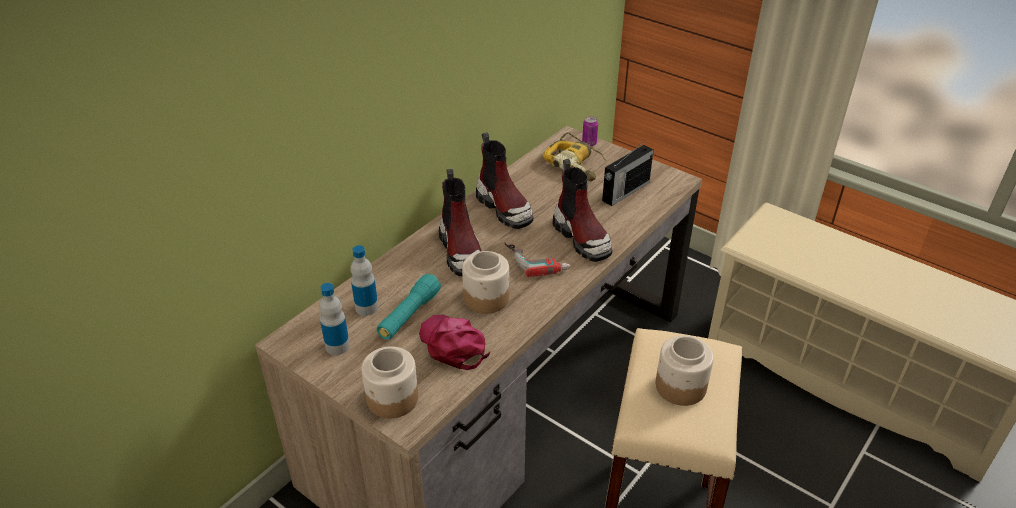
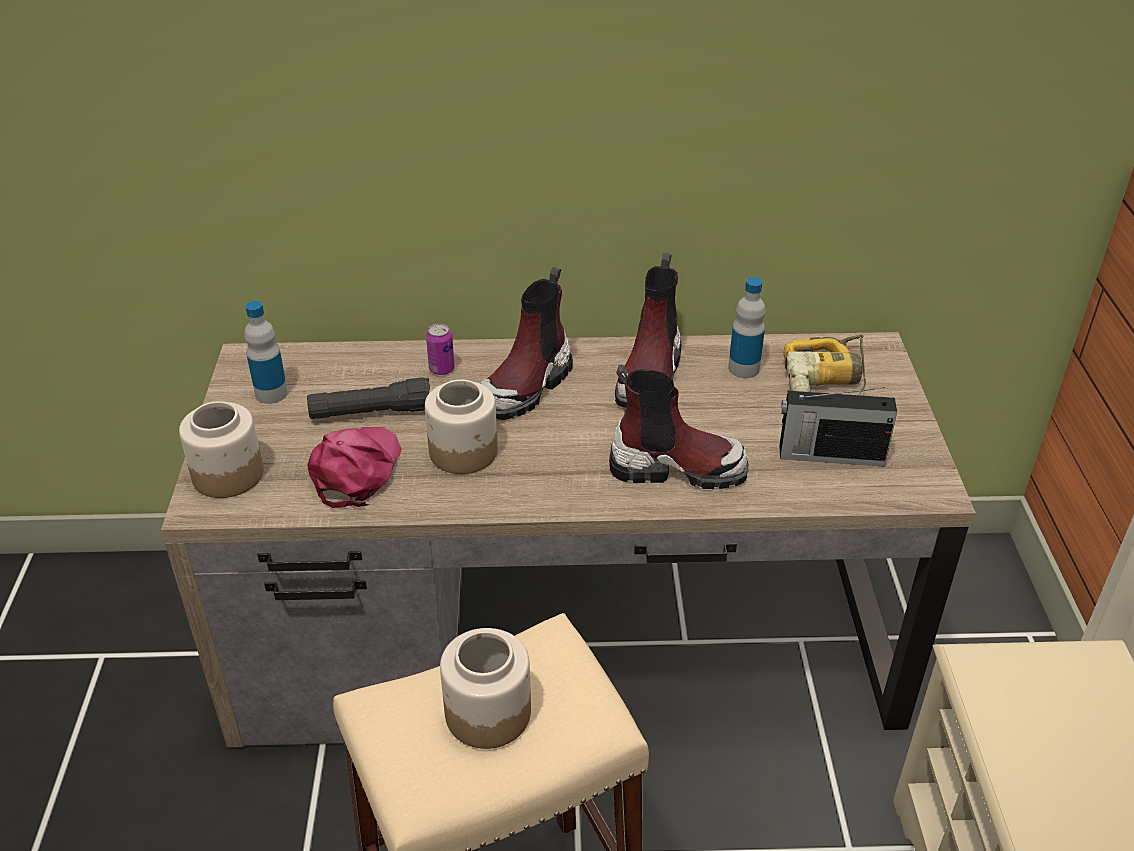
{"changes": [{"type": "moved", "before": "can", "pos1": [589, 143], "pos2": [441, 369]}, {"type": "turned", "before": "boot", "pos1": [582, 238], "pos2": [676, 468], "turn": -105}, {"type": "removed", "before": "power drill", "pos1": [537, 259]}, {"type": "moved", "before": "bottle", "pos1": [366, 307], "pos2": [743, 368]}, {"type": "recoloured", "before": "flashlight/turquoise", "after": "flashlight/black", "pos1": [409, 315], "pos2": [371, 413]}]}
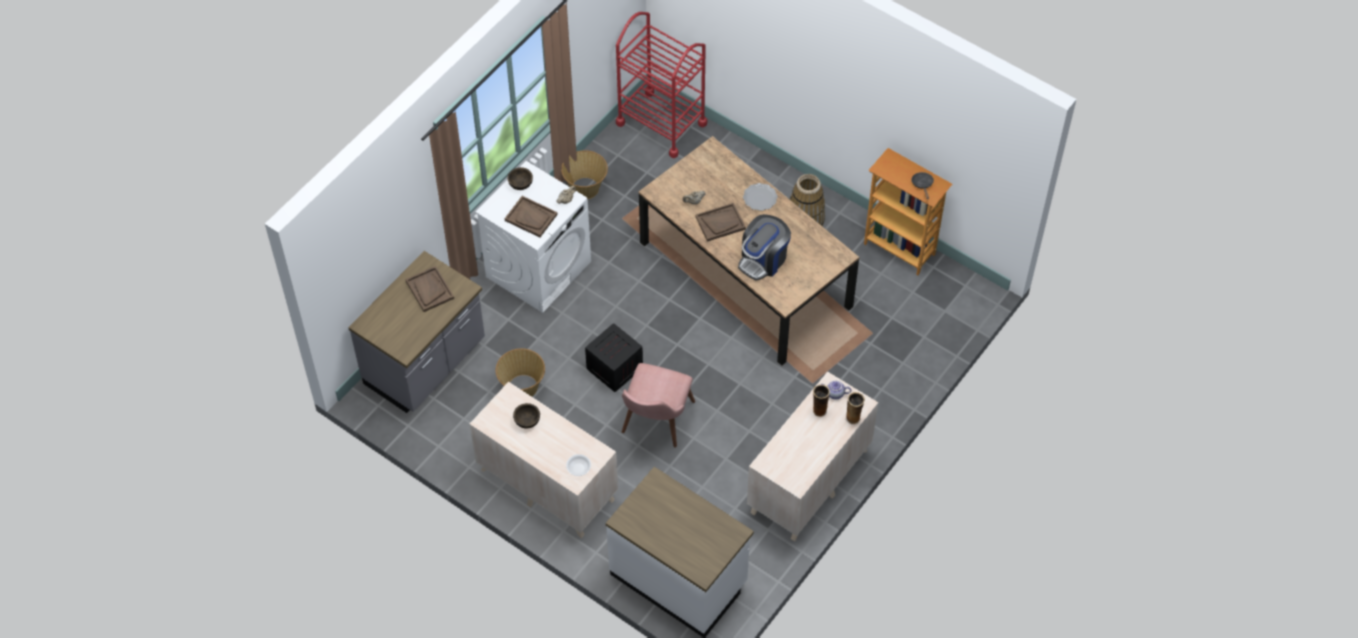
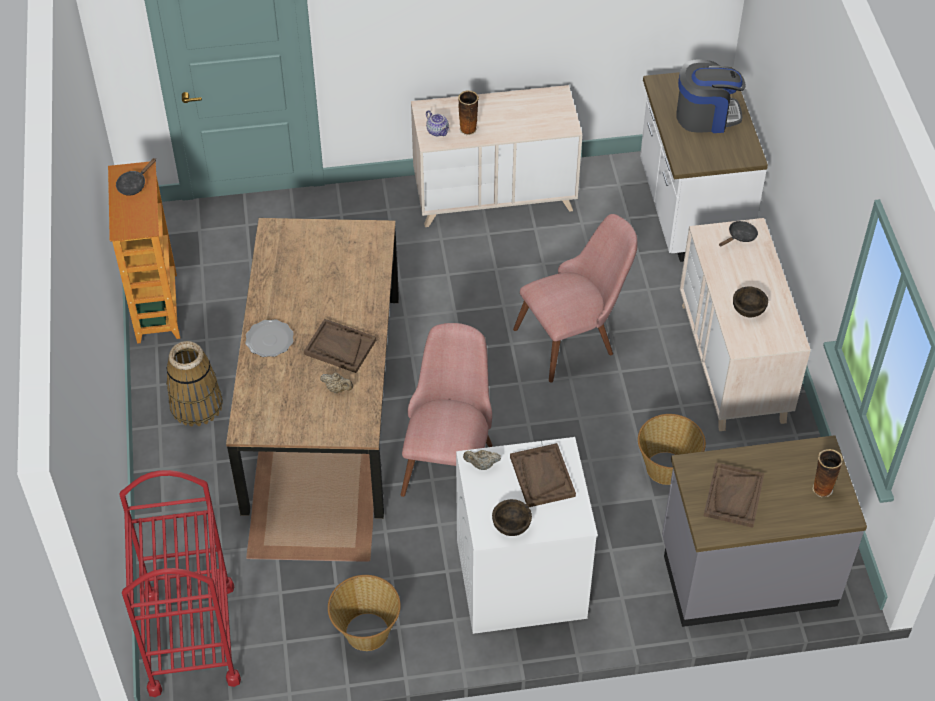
{"changes": [{"type": "moved", "before": "coffee machine", "pos1": [763, 259], "pos2": [706, 116]}, {"type": "removed", "before": "crate", "pos1": [614, 367]}, {"type": "moved", "before": "vase", "pos1": [853, 418], "pos2": [821, 488]}, {"type": "replaced", "before": "bowl", "after": "frying pan/black", "pos1": [578, 468], "pos2": [740, 237]}, {"type": "added", "after": "chair/pink", "pos2": [450, 458]}]}
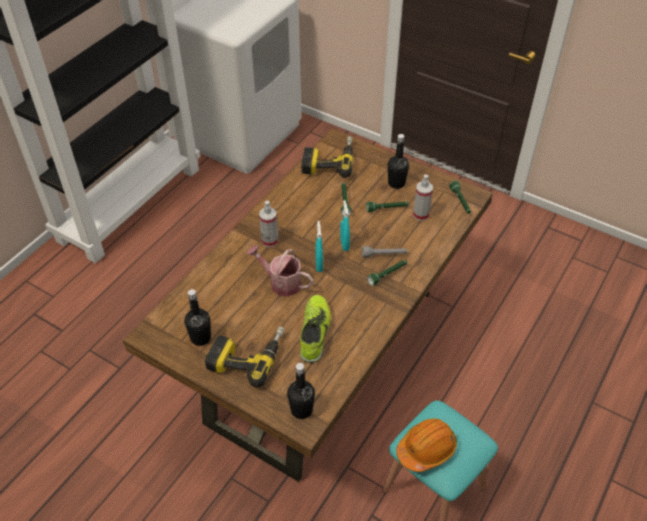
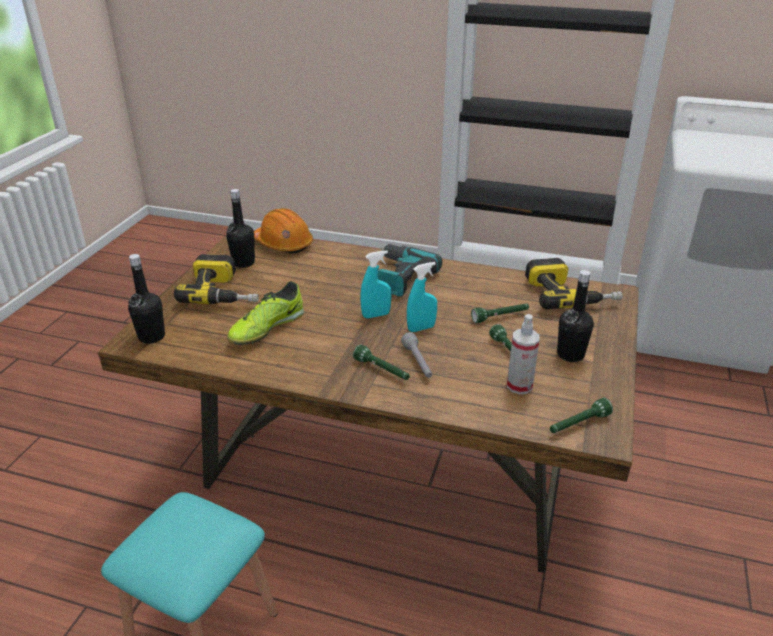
{"changes": [{"type": "replaced", "before": "spray bottle", "after": "power drill", "pos1": [270, 241], "pos2": [399, 277]}, {"type": "removed", "before": "watering can", "pos1": [281, 282]}, {"type": "turned", "before": "shoe", "pos1": [315, 332], "pos2": [266, 328], "turn": 135}, {"type": "moved", "before": "hard hat/orange", "pos1": [426, 449], "pos2": [283, 244]}]}
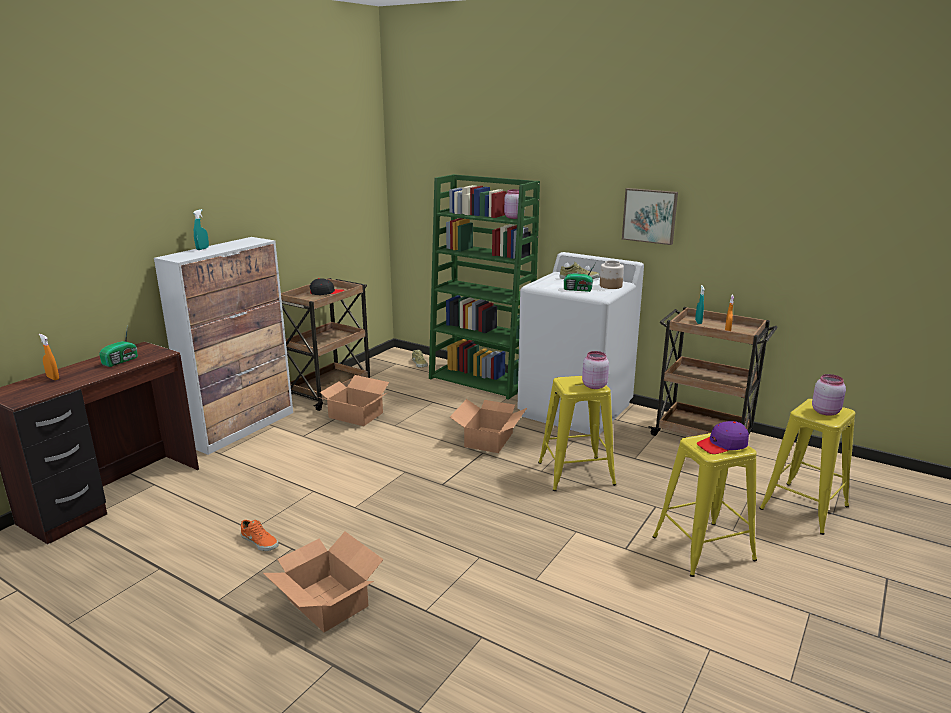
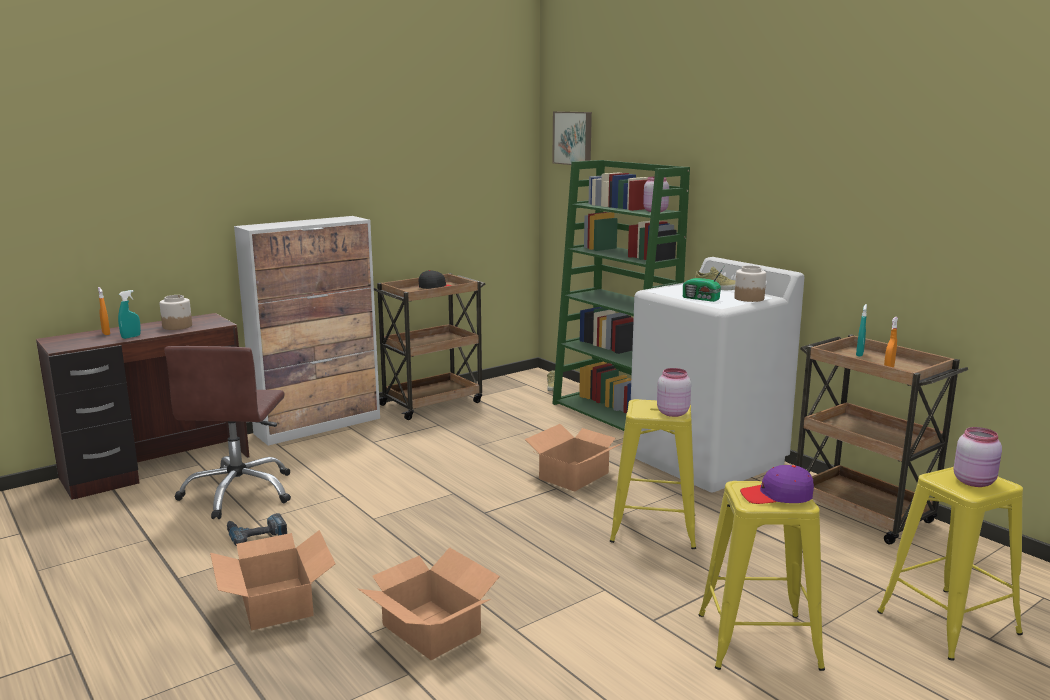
{"changes": [{"type": "moved", "before": "picture", "pos1": [650, 215], "pos2": [573, 138]}, {"type": "moved", "before": "spray bottle/turquoise", "pos1": [202, 249], "pos2": [131, 337]}, {"type": "replaced", "before": "radio", "after": "jar", "pos1": [121, 361], "pos2": [177, 326]}, {"type": "moved", "before": "cardboard box", "pos1": [355, 415], "pos2": [431, 628]}, {"type": "replaced", "before": "shoe/orange", "after": "power drill", "pos1": [260, 541], "pos2": [256, 533]}, {"type": "added", "after": "office chair/brown", "pos2": [239, 493]}]}
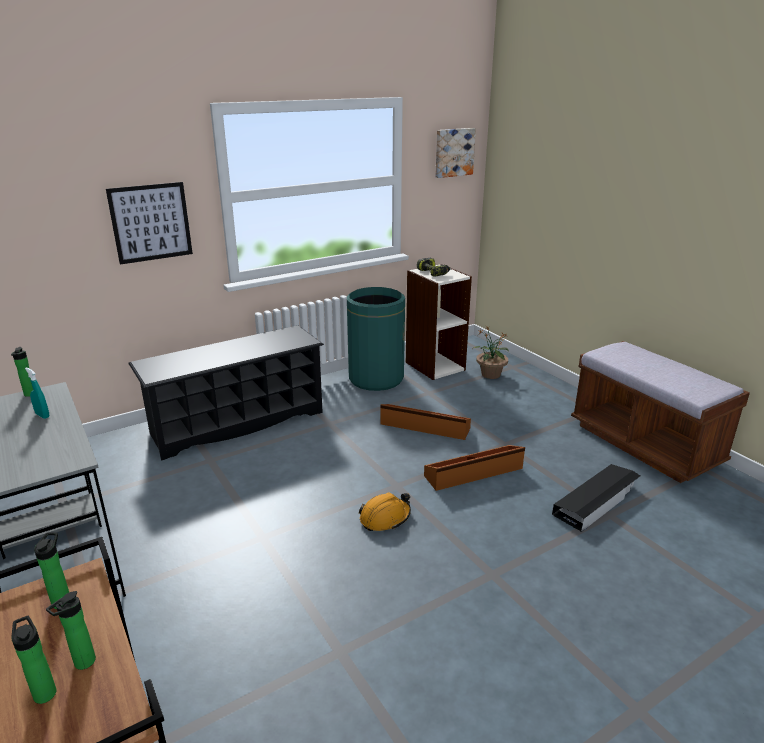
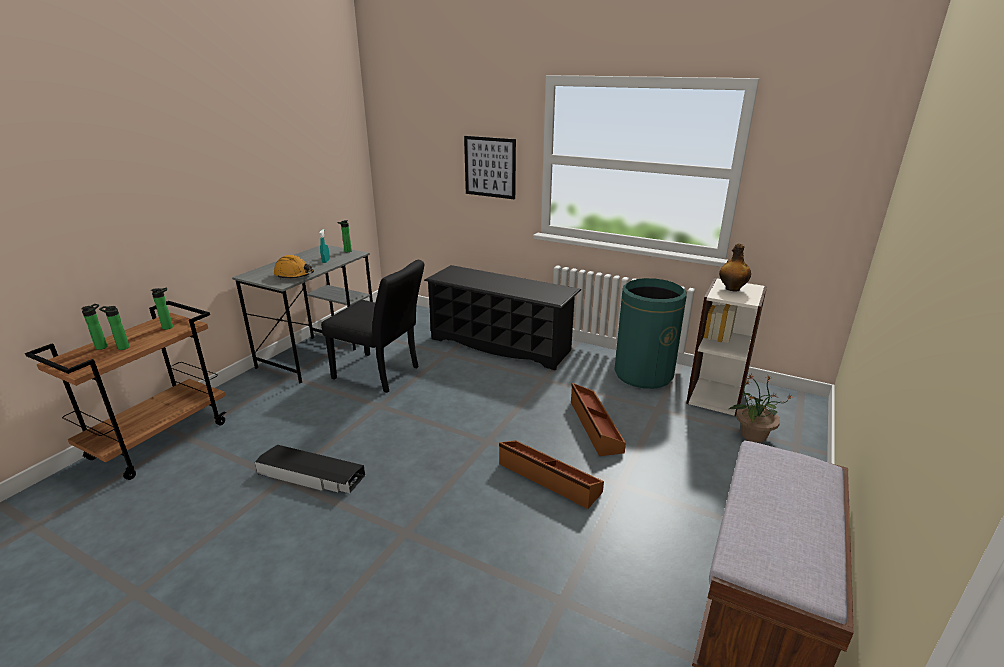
{"changes": [{"type": "removed", "before": "picture", "pos1": [453, 152]}, {"type": "replaced", "before": "power drill", "after": "bottle", "pos1": [433, 273], "pos2": [732, 289]}, {"type": "moved", "before": "storage box/black", "pos1": [596, 501], "pos2": [311, 475]}, {"type": "moved", "before": "hard hat/orange", "pos1": [385, 518], "pos2": [294, 275]}, {"type": "added", "after": "chair/black", "pos2": [381, 374]}]}
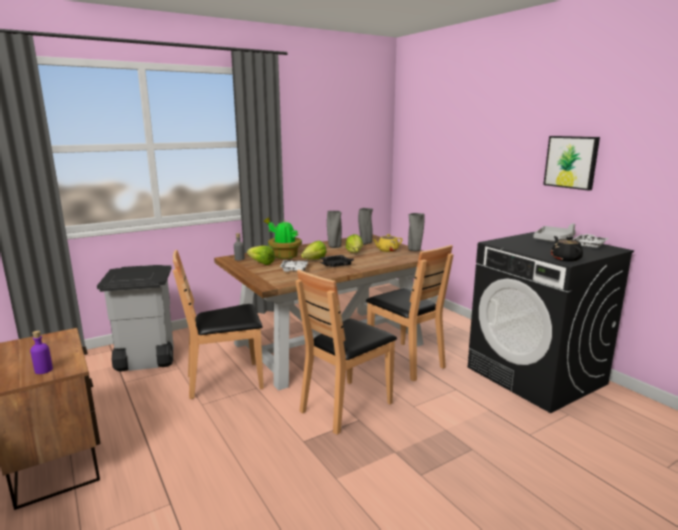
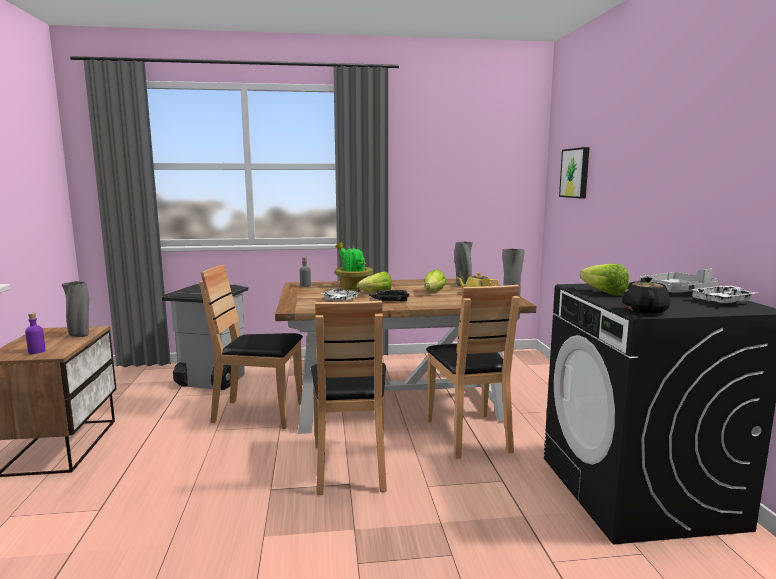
{"changes": [{"type": "moved", "before": "picture", "pos1": [571, 162], "pos2": [575, 173]}, {"type": "moved", "before": "vase/grey", "pos1": [334, 247], "pos2": [80, 335]}, {"type": "moved", "before": "lettuce", "pos1": [260, 263], "pos2": [601, 292]}, {"type": "turned", "before": "chair/brown", "pos1": [346, 406], "pos2": [350, 466], "turn": -75}]}
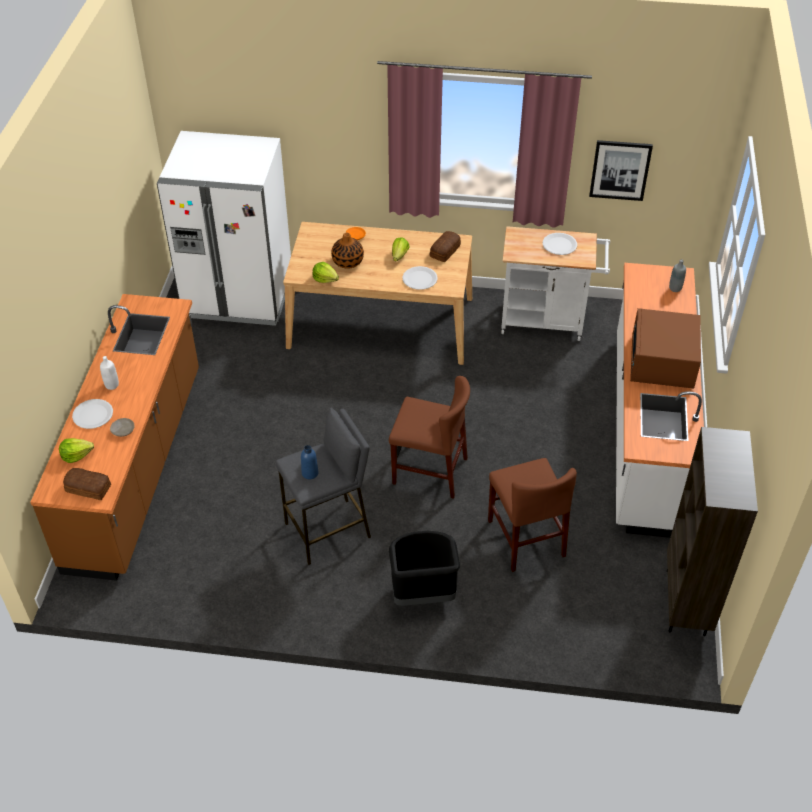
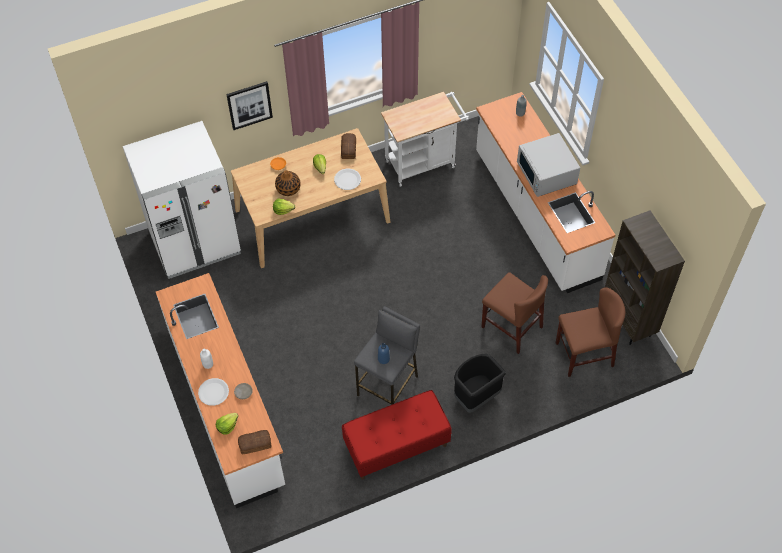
{"changes": [{"type": "moved", "before": "picture", "pos1": [620, 170], "pos2": [249, 105]}, {"type": "removed", "before": "plate/white", "pos1": [559, 245]}, {"type": "recoloured", "before": "counter/brown", "after": "counter/white", "pos1": [137, 467], "pos2": [227, 408]}, {"type": "recoloured", "before": "microwave/brown", "after": "microwave/white", "pos1": [662, 363], "pos2": [546, 174]}, {"type": "moved", "before": "chair/brown", "pos1": [430, 471], "pos2": [584, 354]}, {"type": "added", "after": "bench/red", "pos2": [396, 446]}]}
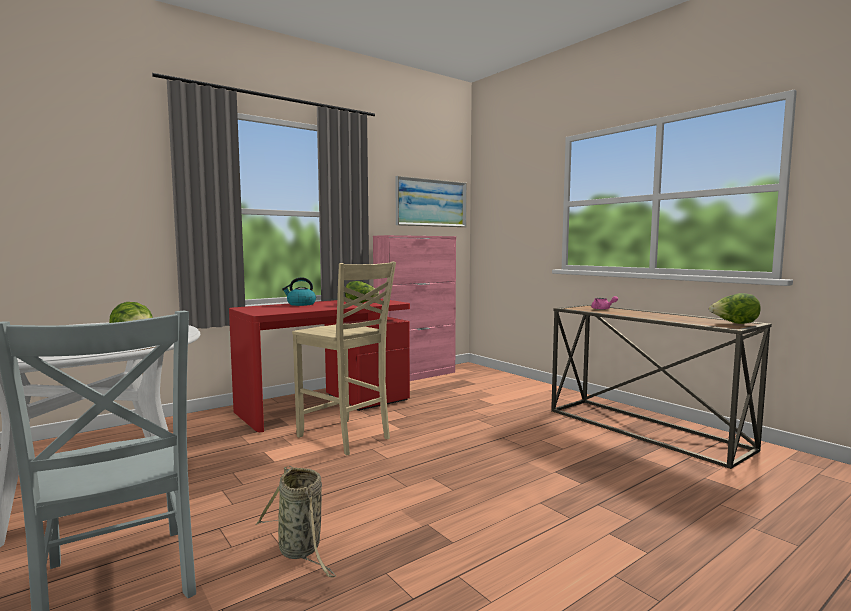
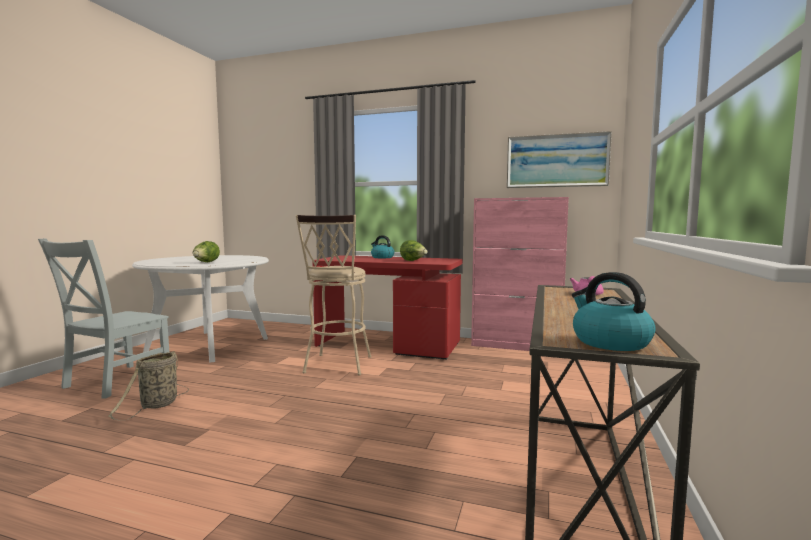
{"changes": [{"type": "replaced", "before": "chair/beige", "after": "stool/beige", "pos1": [345, 438], "pos2": [336, 366]}, {"type": "replaced", "before": "lettuce", "after": "kettle", "pos1": [734, 323], "pos2": [609, 342]}]}
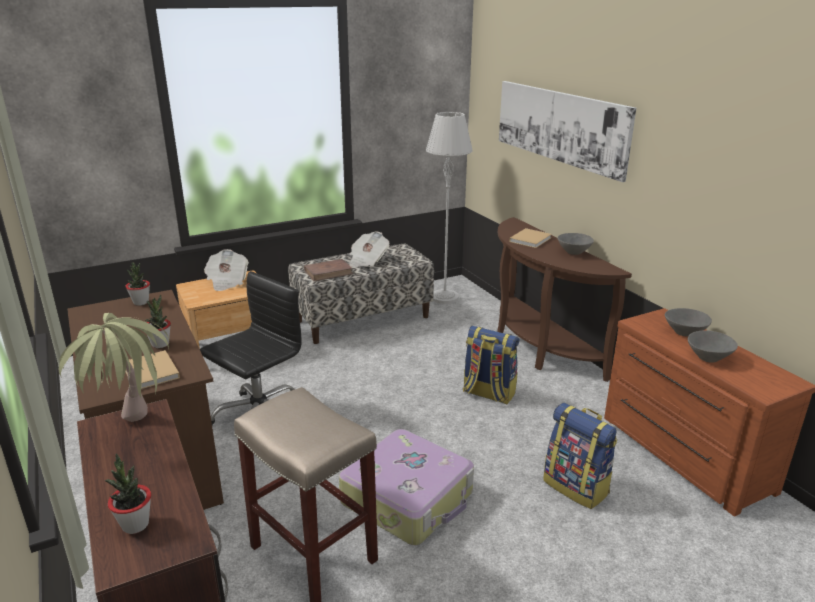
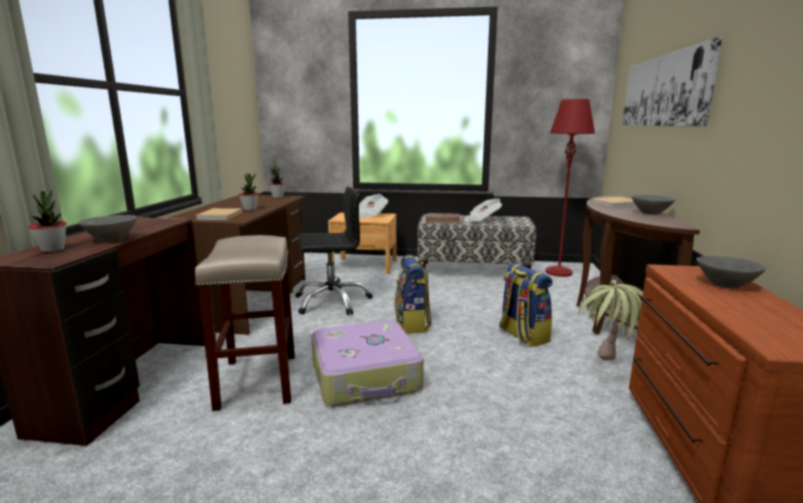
{"changes": [{"type": "recoloured", "before": "floor lamp/grey", "after": "floor lamp/red", "pos1": [444, 297], "pos2": [559, 272]}, {"type": "moved", "before": "potted plant", "pos1": [131, 435], "pos2": [605, 368]}, {"type": "moved", "before": "bowl/grey", "pos1": [707, 358], "pos2": [111, 239]}, {"type": "moved", "before": "backpack", "pos1": [576, 487], "pos2": [412, 324]}]}
